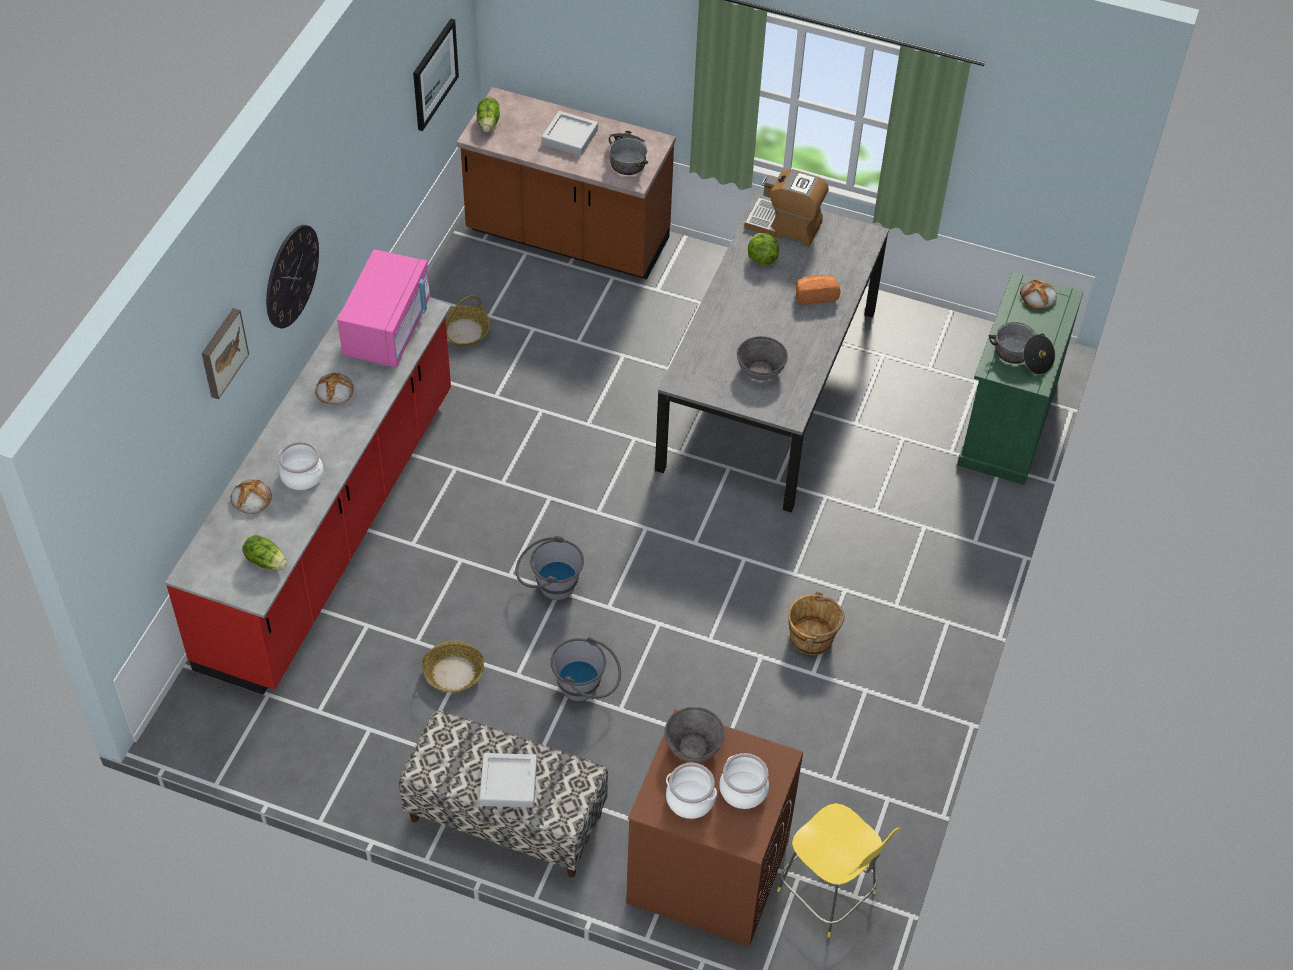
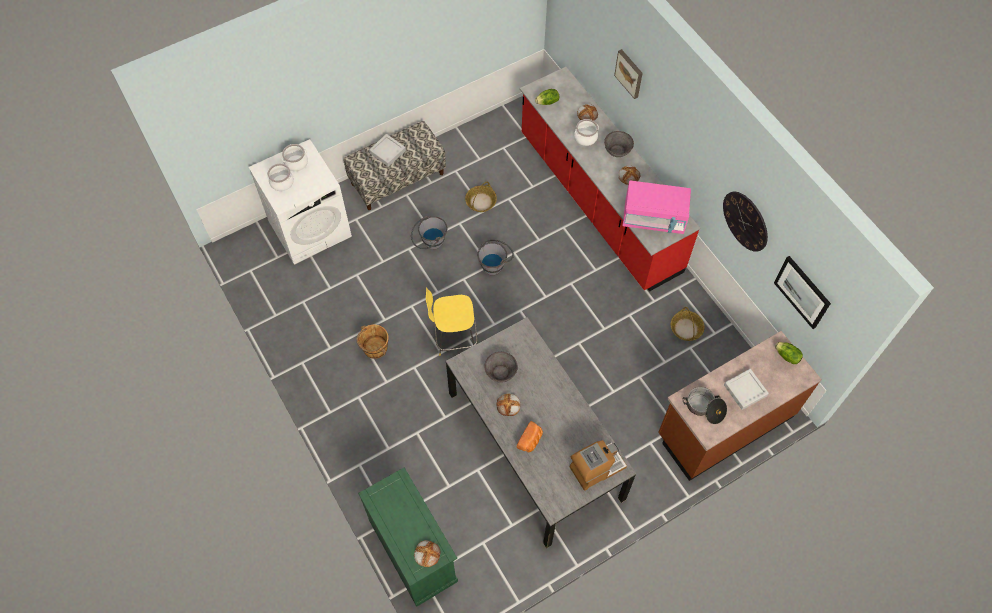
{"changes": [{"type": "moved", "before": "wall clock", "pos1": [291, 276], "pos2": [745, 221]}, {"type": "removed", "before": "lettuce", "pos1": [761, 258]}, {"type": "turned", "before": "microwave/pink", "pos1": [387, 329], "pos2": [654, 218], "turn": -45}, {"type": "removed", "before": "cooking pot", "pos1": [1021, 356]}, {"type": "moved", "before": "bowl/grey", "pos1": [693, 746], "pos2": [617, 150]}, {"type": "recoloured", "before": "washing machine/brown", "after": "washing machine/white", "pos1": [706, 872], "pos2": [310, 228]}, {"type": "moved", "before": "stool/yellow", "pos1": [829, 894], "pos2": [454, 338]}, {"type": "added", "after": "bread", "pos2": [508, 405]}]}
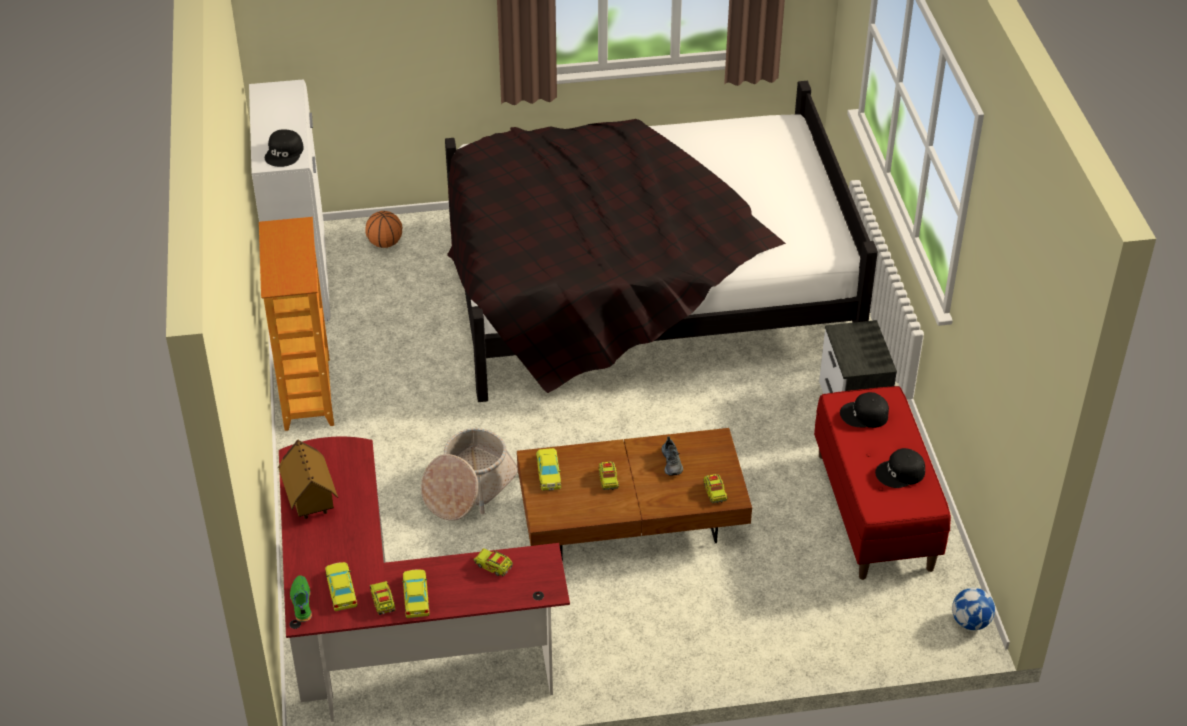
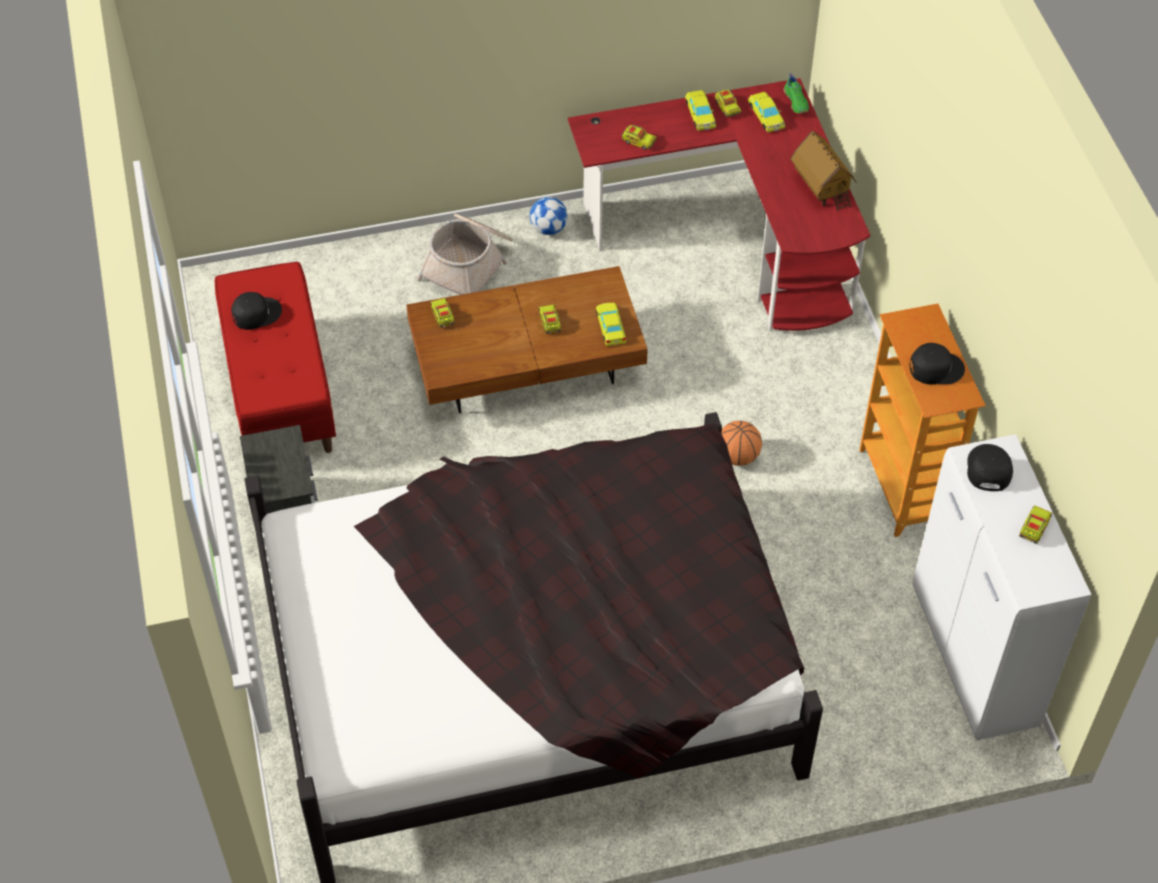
{"changes": [{"type": "moved", "before": "basketball", "pos1": [385, 243], "pos2": [737, 456]}, {"type": "moved", "before": "cap/black", "pos1": [864, 415], "pos2": [935, 367]}, {"type": "moved", "before": "basket", "pos1": [468, 488], "pos2": [469, 264]}, {"type": "removed", "before": "shoe", "pos1": [672, 462]}, {"type": "moved", "before": "football", "pos1": [970, 622], "pos2": [548, 228]}, {"type": "added", "after": "toy truck", "pos2": [1034, 528]}]}
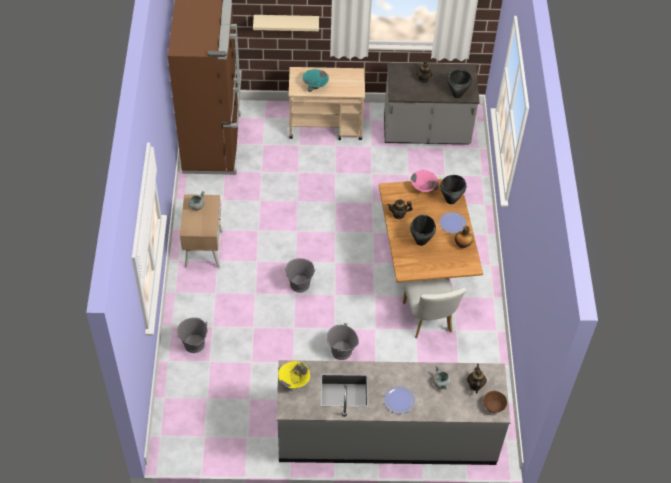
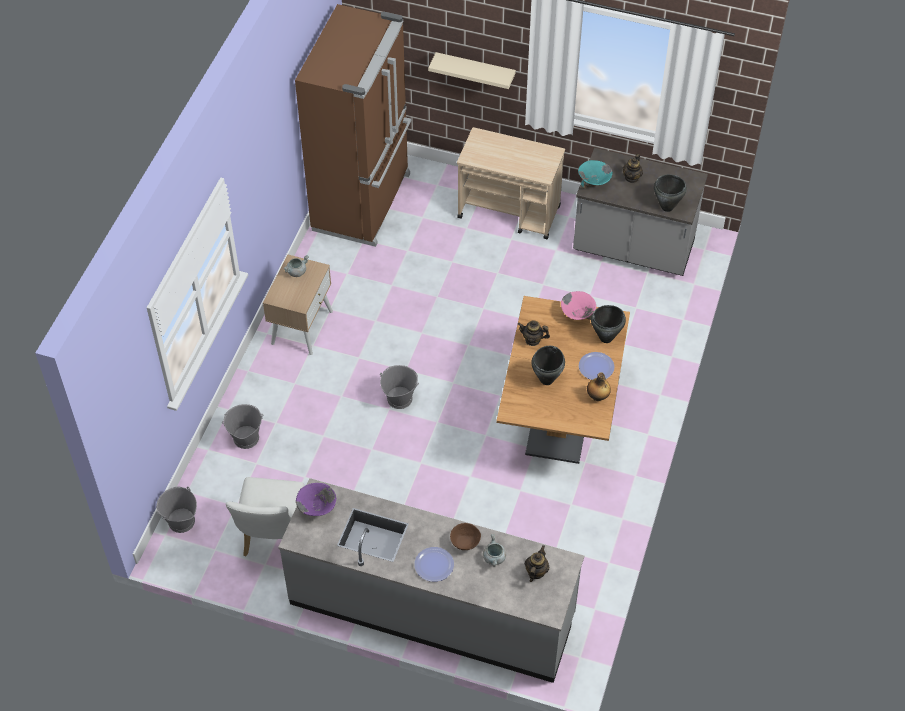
{"changes": [{"type": "moved", "before": "bowl/turquoise", "pos1": [315, 86], "pos2": [594, 182]}, {"type": "moved", "before": "chair/white", "pos1": [429, 321], "pos2": [272, 538]}, {"type": "moved", "before": "bucket/grey", "pos1": [341, 351], "pos2": [181, 521]}, {"type": "recoloured", "before": "bowl/yellow", "after": "bowl/purple", "pos1": [293, 381], "pos2": [317, 507]}, {"type": "moved", "before": "bowl/brown", "pos1": [493, 406], "pos2": [465, 543]}]}
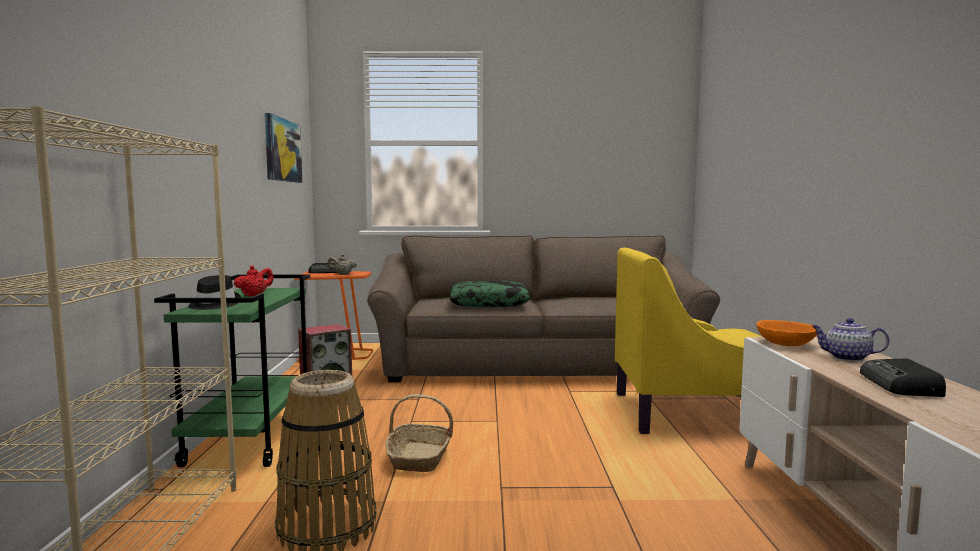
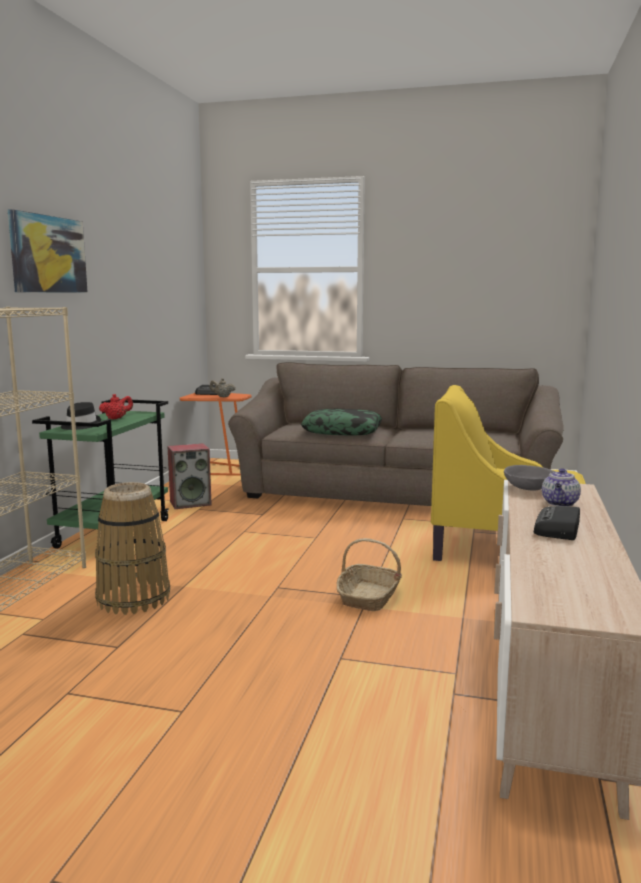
{"changes": [{"type": "moved", "before": "picture", "pos1": [282, 150], "pos2": [48, 254]}, {"type": "turned", "before": "teapot", "pos1": [846, 357], "pos2": [560, 503], "turn": -105}, {"type": "recoloured", "before": "bowl/orange", "after": "bowl/grey", "pos1": [786, 344], "pos2": [529, 488]}, {"type": "moved", "before": "basket", "pos1": [420, 457], "pos2": [369, 597]}]}
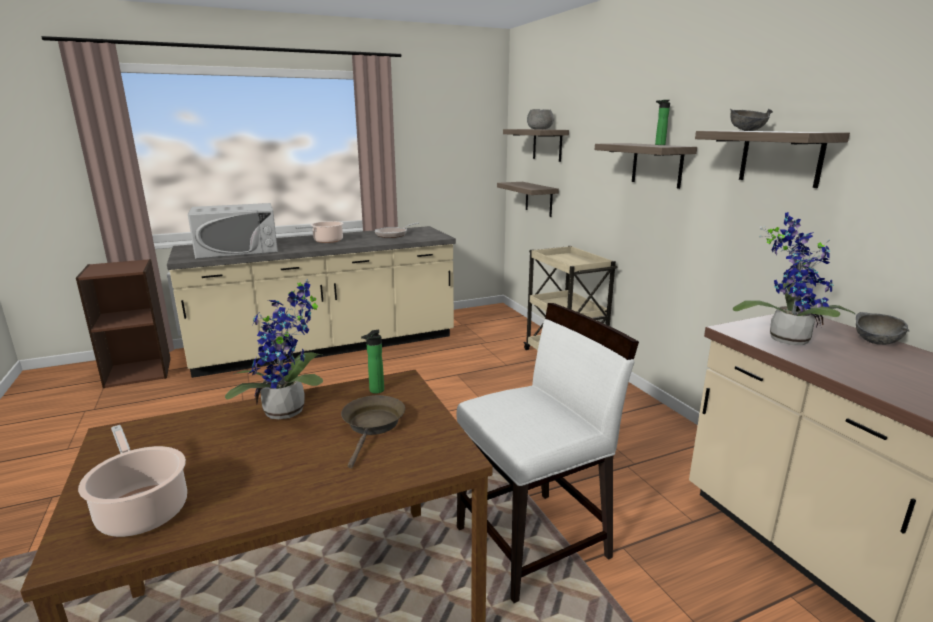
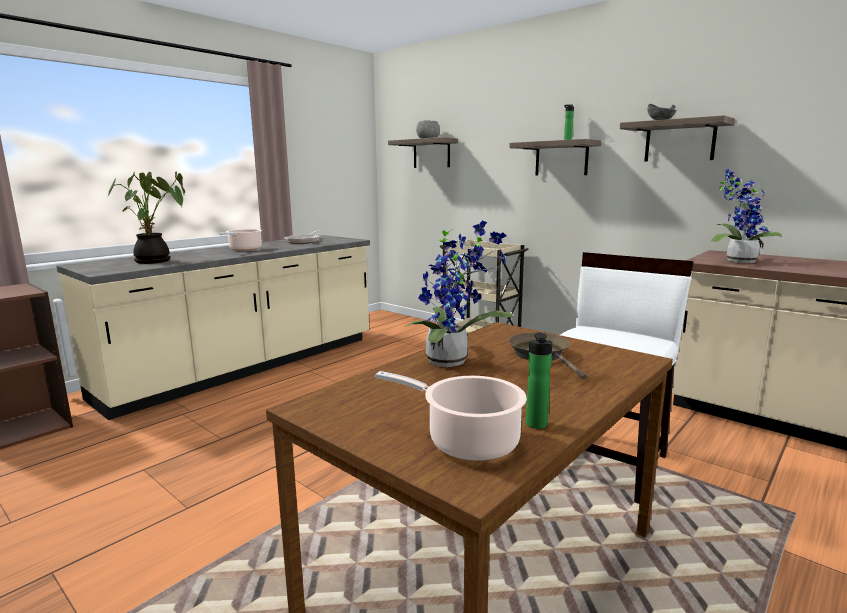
{"changes": [{"type": "removed", "before": "shelf", "pos1": [539, 199]}, {"type": "replaced", "before": "microwave/white", "after": "potted plant", "pos1": [237, 250], "pos2": [156, 261]}, {"type": "removed", "before": "bowl/grey", "pos1": [876, 342]}, {"type": "moved", "before": "bottle", "pos1": [375, 391], "pos2": [537, 426]}]}
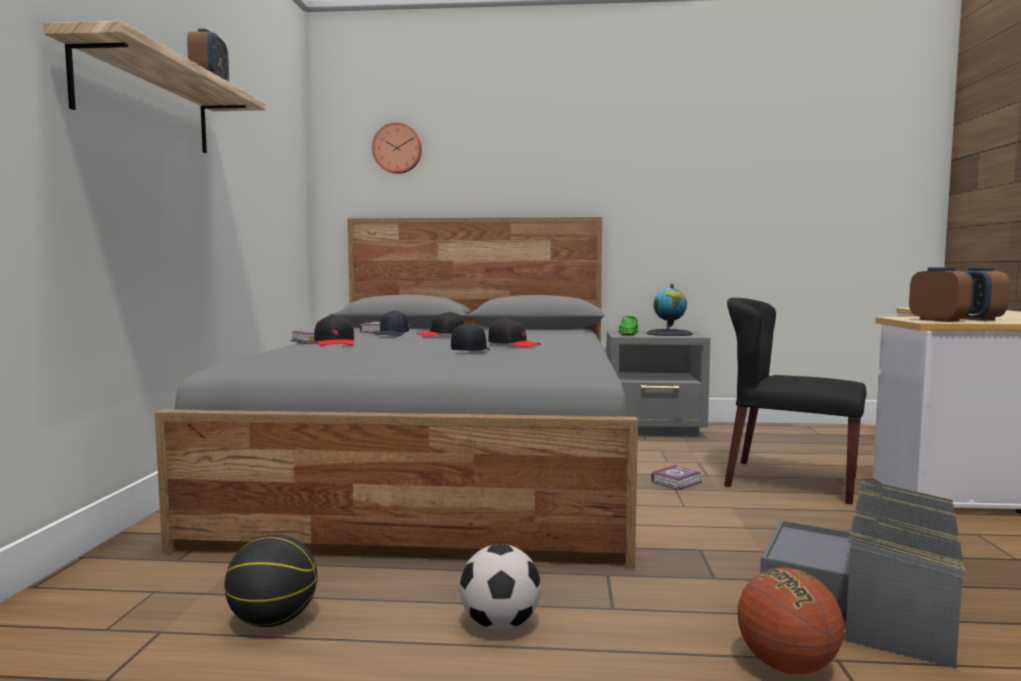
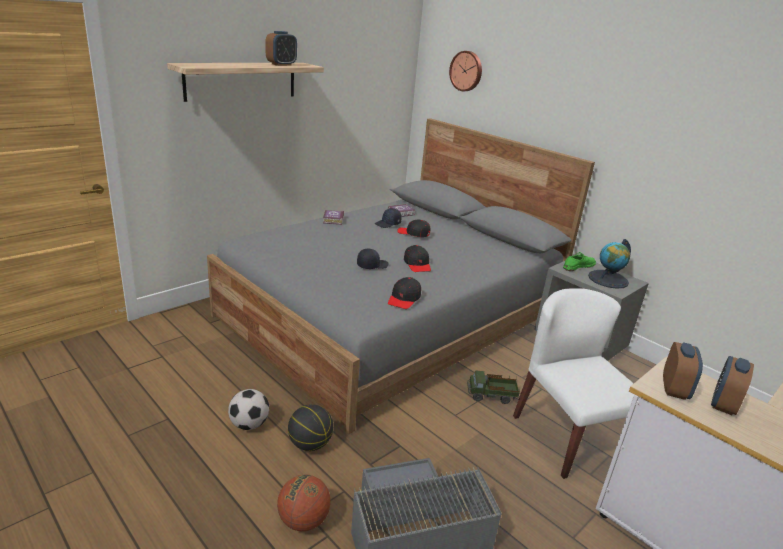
{"changes": [{"type": "recoloured", "before": "chair/black", "after": "chair/white", "pos1": [790, 481], "pos2": [567, 438]}, {"type": "moved", "before": "cap/black", "pos1": [335, 343], "pos2": [404, 299]}, {"type": "replaced", "before": "book", "after": "toy truck", "pos1": [678, 482], "pos2": [491, 396]}, {"type": "moved", "before": "basketball", "pos1": [273, 621], "pos2": [310, 444]}]}
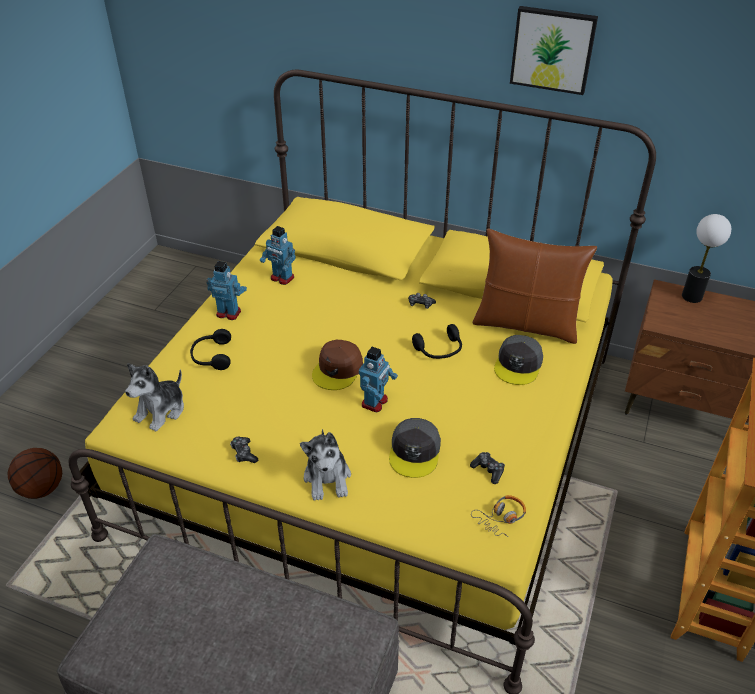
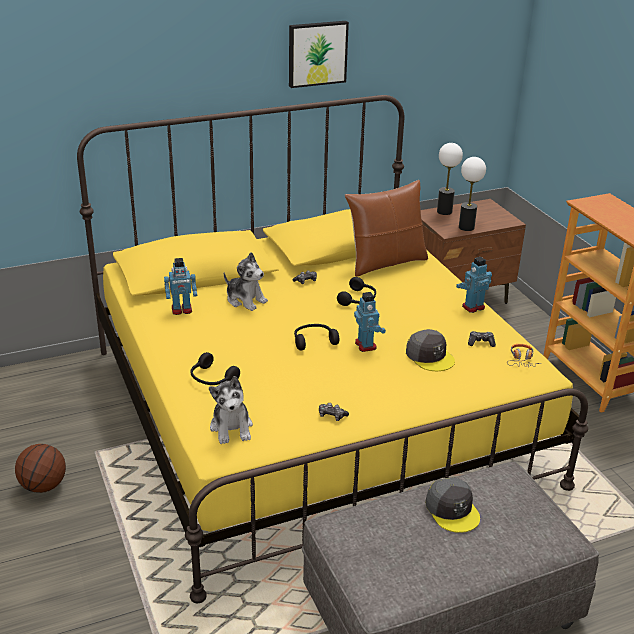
{"changes": [{"type": "moved", "before": "toy robot", "pos1": [229, 313], "pos2": [473, 307]}, {"type": "moved", "before": "cap/grey", "pos1": [518, 365], "pos2": [452, 510]}, {"type": "replaced", "before": "cap/brown", "after": "headphones/black", "pos1": [338, 370], "pos2": [314, 341]}, {"type": "moved", "before": "plush toy", "pos1": [327, 478], "pos2": [245, 300]}, {"type": "moved", "before": "basketball", "pos1": [41, 489], "pos2": [43, 486]}, {"type": "added", "after": "table lamp", "pos2": [466, 227]}]}
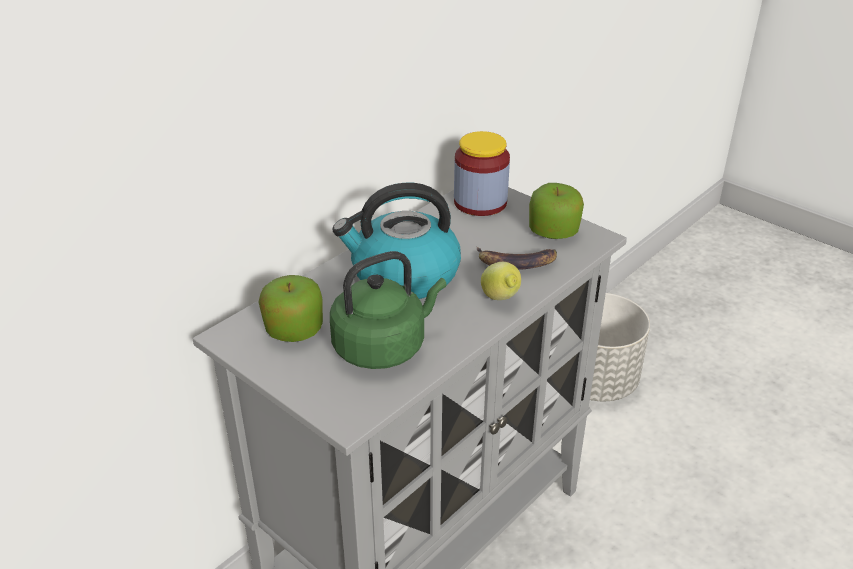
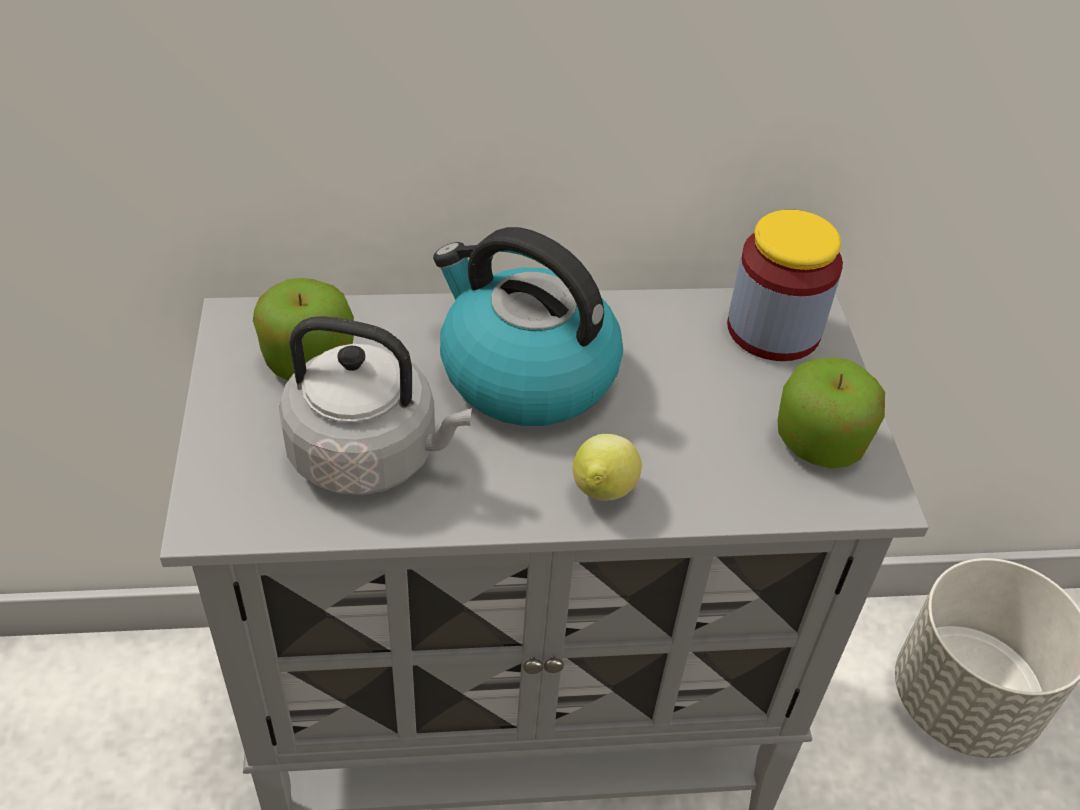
{"changes": [{"type": "removed", "before": "banana", "pos1": [516, 262]}, {"type": "recoloured", "before": "kettle/green", "after": "kettle/grey", "pos1": [383, 347], "pos2": [371, 455]}]}
